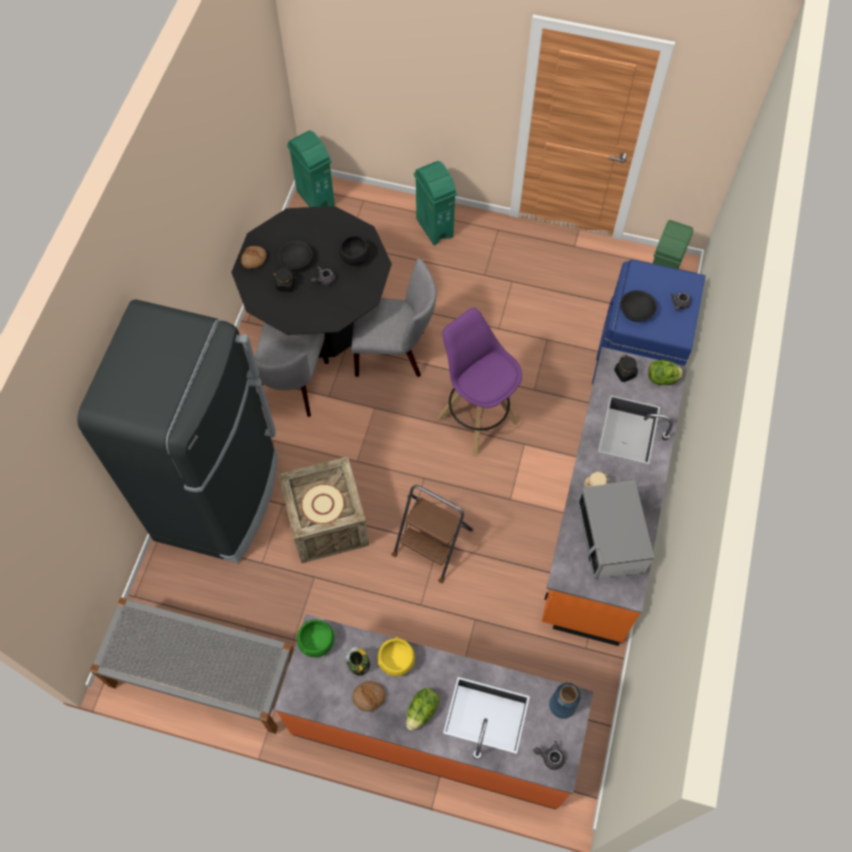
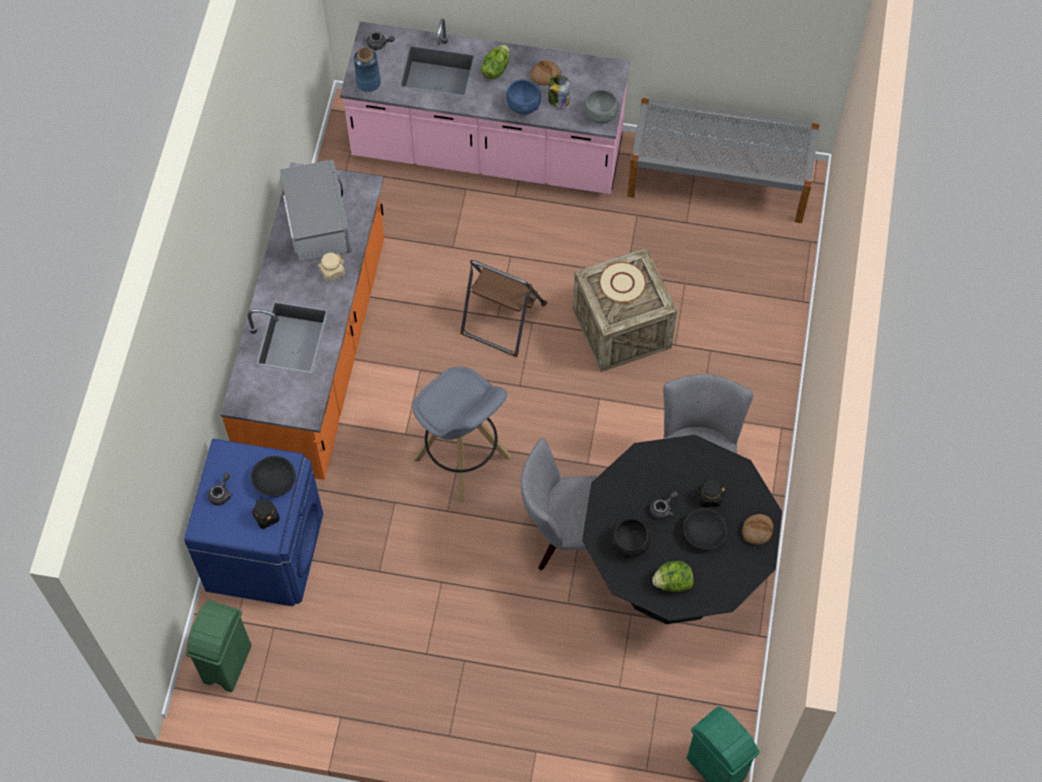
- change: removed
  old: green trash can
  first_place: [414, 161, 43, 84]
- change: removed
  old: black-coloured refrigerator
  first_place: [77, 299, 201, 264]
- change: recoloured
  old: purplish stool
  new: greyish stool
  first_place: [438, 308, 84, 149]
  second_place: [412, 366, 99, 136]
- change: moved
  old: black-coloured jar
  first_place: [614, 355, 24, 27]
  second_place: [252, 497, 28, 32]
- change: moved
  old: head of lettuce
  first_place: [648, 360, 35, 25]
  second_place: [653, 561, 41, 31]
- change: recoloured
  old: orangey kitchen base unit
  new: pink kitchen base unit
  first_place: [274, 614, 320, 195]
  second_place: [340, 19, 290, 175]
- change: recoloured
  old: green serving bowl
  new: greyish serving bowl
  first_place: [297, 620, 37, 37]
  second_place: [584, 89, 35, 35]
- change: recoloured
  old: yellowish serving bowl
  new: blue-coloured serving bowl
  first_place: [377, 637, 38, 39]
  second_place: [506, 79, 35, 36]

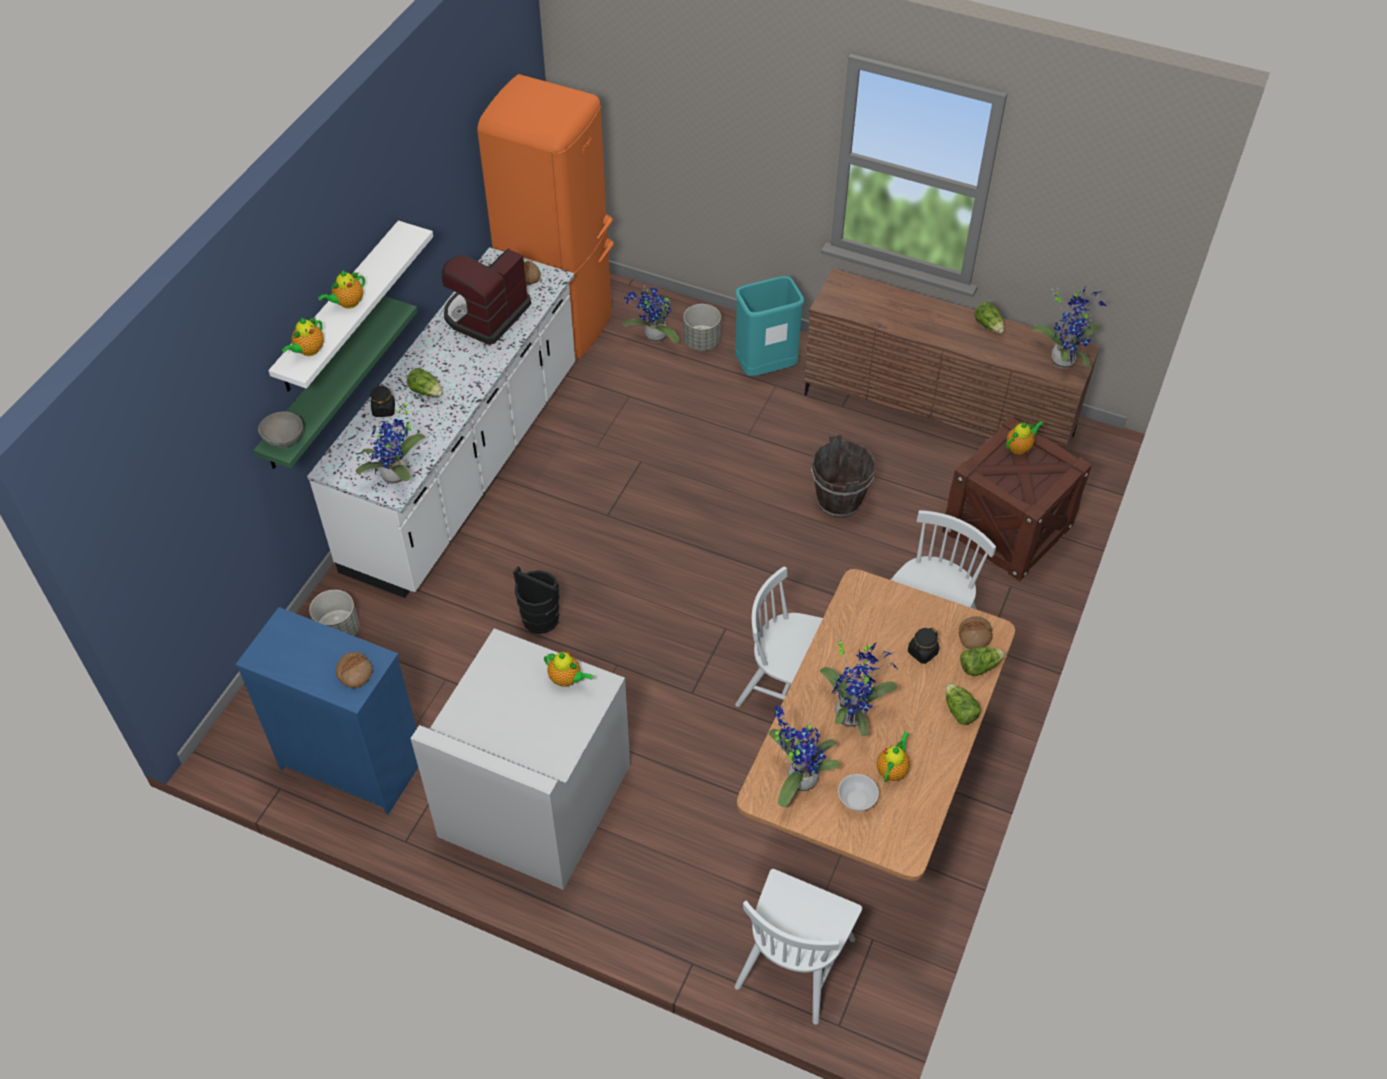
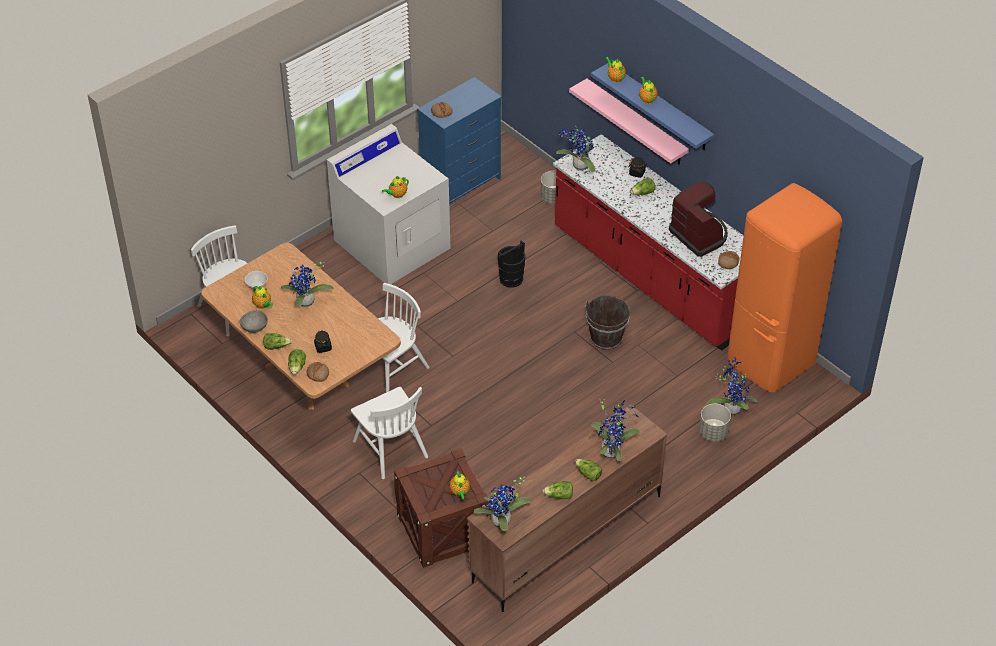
- change: recoloured
  old: white-coloured shelf
  new: blue-coloured shelf
  first_place: [268, 221, 165, 171]
  second_place: [591, 63, 124, 87]
- change: recoloured
  old: white-coloured kitchen base unit
  new: red-coloured kitchen base unit
  first_place: [307, 247, 268, 351]
  second_place: [553, 134, 191, 217]
- change: removed
  old: turquoise-coloured trash can
  first_place: [735, 276, 69, 100]
- change: recoloured
  old: green shelf
  new: pink shelf
  first_place: [254, 296, 164, 173]
  second_place: [569, 79, 120, 86]
- change: moved
  old: greyish serving bowl
  first_place: [258, 411, 45, 36]
  second_place: [240, 310, 28, 23]
- change: moved
  old: brown-coloured pail
  first_place: [811, 434, 65, 84]
  second_place: [585, 295, 46, 55]
- change: moved
  old: potted plant
  first_place: [769, 706, 70, 101]
  second_place: [590, 398, 50, 63]
- change: added
  new: head of lettuce
  second_place: [575, 459, 27, 22]

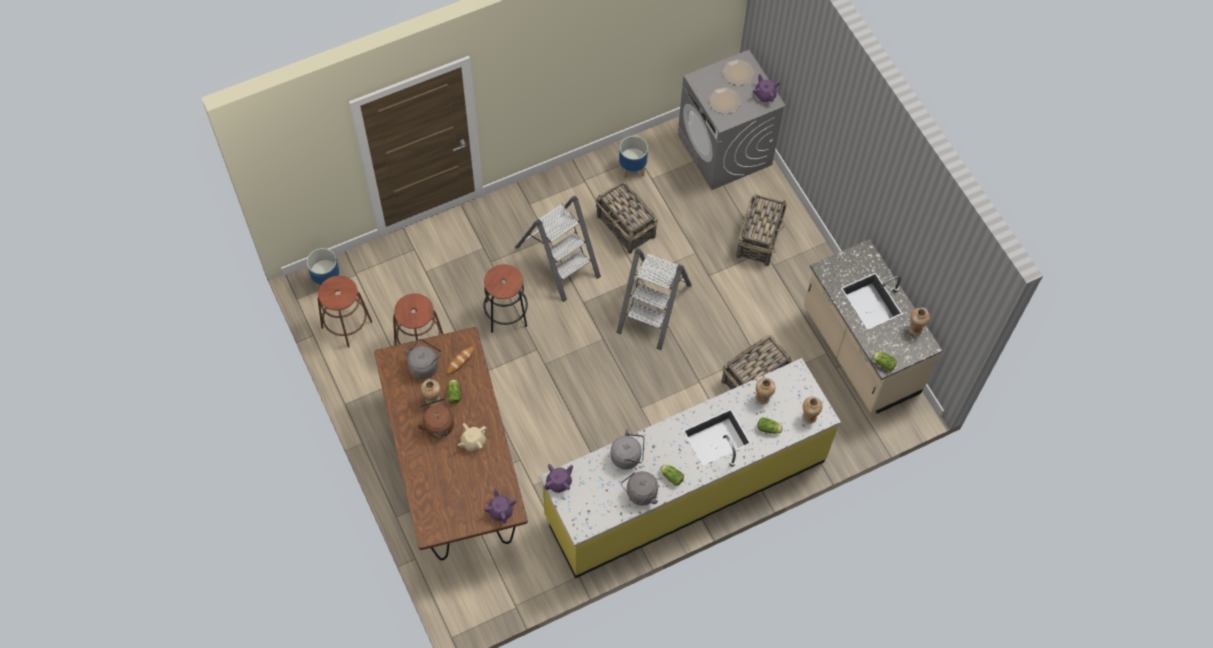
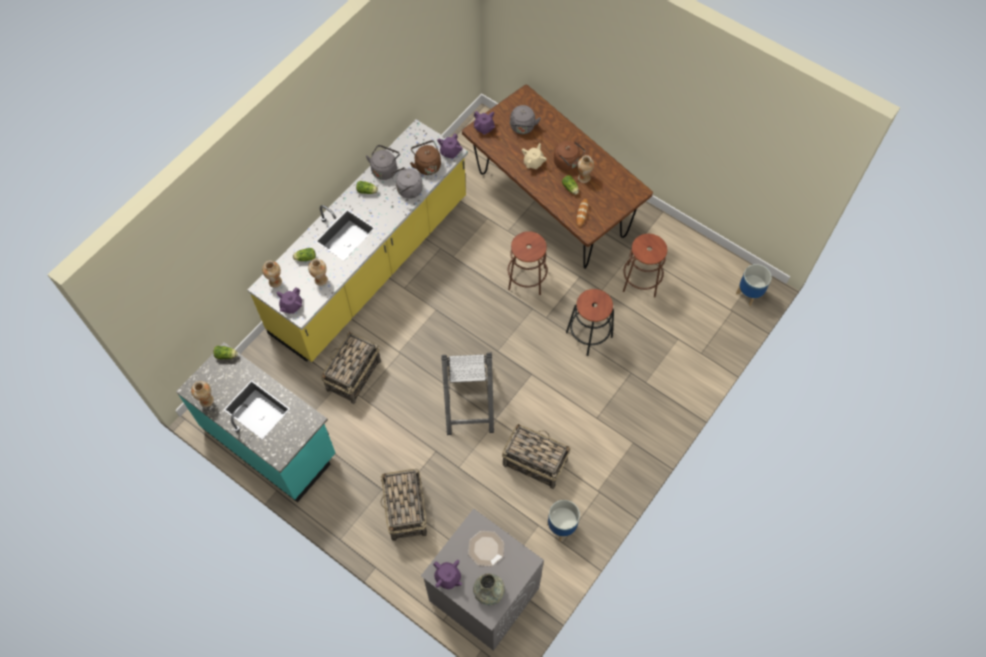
- change: replaced
  old: dinner plate
  new: greyish flower vase
  first_place: [722, 59, 33, 27]
  second_place: [473, 573, 32, 32]
- change: removed
  old: greyish stepladder
  first_place: [515, 196, 86, 106]
- change: recoloured
  old: sand-coloured kitchen base unit
  new: turquoise-coloured kitchen base unit
  first_place: [804, 239, 139, 175]
  second_place: [176, 342, 159, 161]
- change: moved
  old: brown-coloured stool
  first_place: [318, 276, 54, 71]
  second_place: [508, 231, 40, 64]
- change: moved
  old: greyish tea kettle
  first_place: [404, 339, 38, 40]
  second_place: [510, 105, 31, 29]
- change: added
  new: brown-coloured tea kettle
  second_place: [410, 140, 31, 35]
- change: added
  new: purplish tea pot
  second_place: [277, 287, 25, 27]

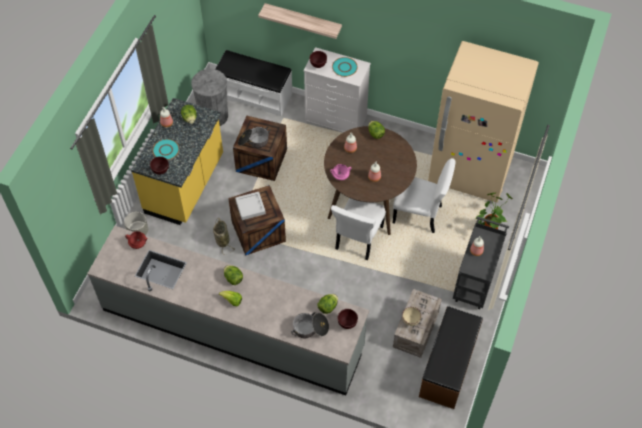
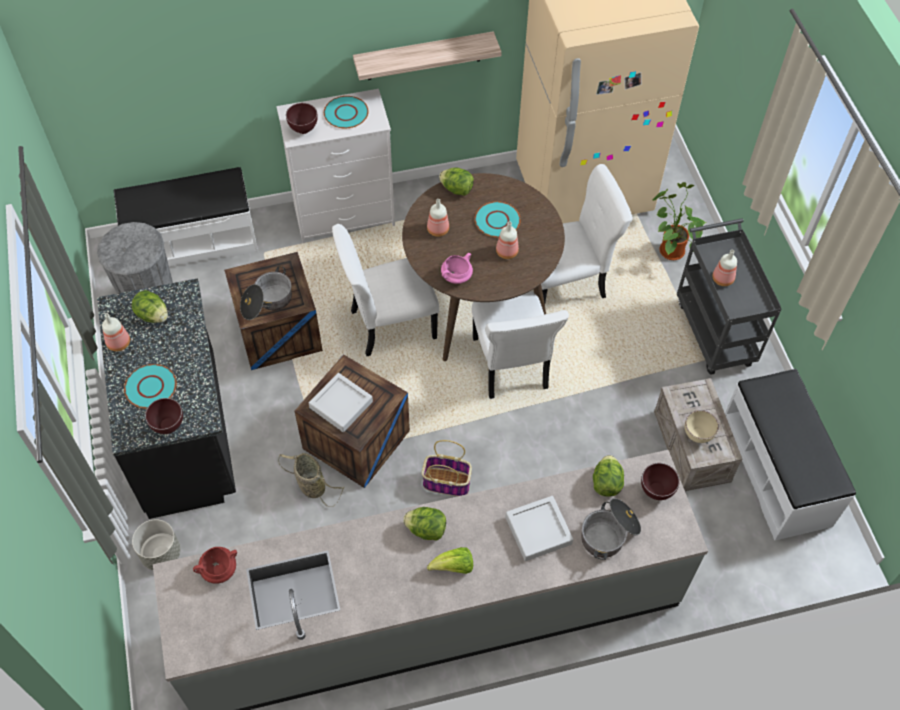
- change: moved
  old: shelf
  first_place: [258, 3, 84, 36]
  second_place: [353, 31, 149, 49]
- change: recoloured
  old: yellowish kitchen base unit
  new: black-coloured kitchen base unit
  first_place: [131, 98, 92, 127]
  second_place: [97, 278, 139, 241]
- change: recoloured
  old: brown-coloured long seat
  new: white-coloured long seat
  first_place: [419, 306, 64, 103]
  second_place: [725, 369, 131, 172]
- change: added
  new: turquoise-coloured dinner plate
  second_place: [475, 201, 46, 36]
- change: added
  new: white-coloured upright chair
  second_place: [332, 224, 107, 132]
- change: added
  new: household basket
  second_place: [421, 440, 51, 56]
- change: added
  new: greyish tray
  second_place: [505, 496, 68, 65]

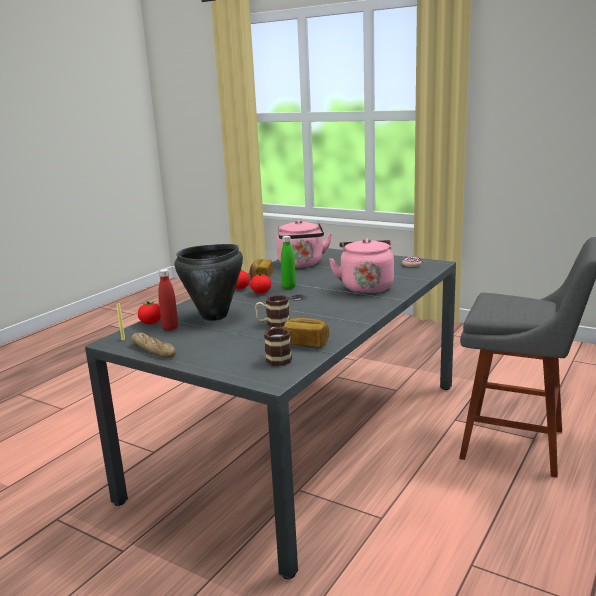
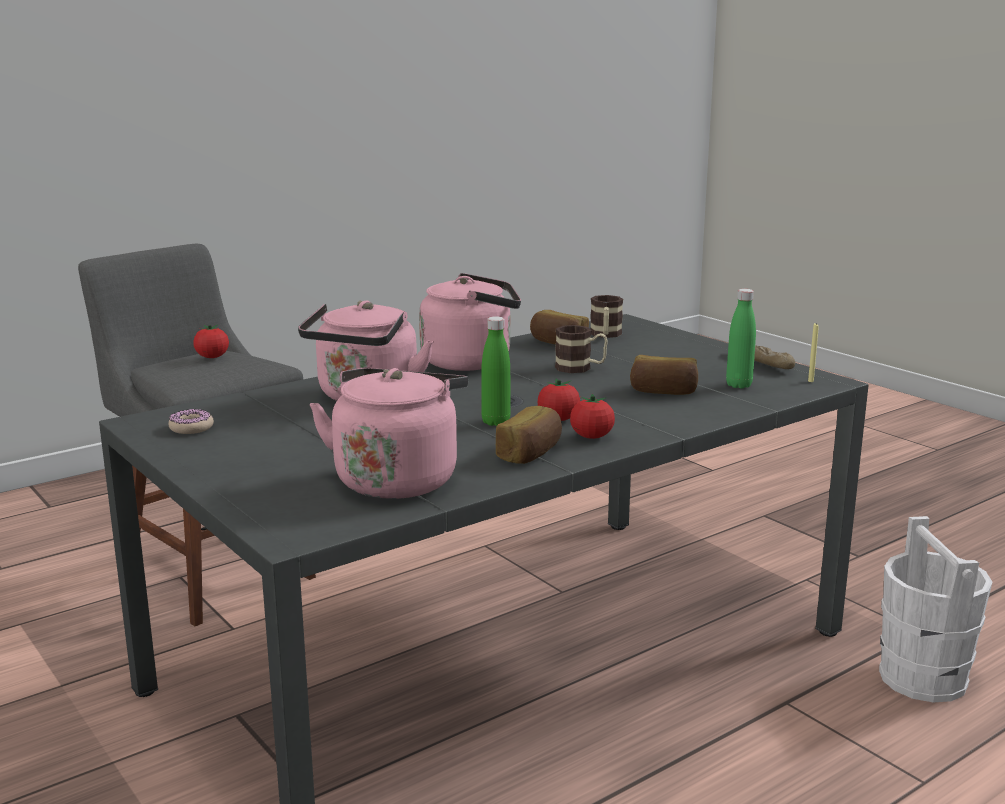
- change: replaced
  old: black-coloured stockpot
  new: bread
  first_place: [175, 244, 68, 77]
  second_place: [630, 355, 68, 40]
- change: recoloured
  old: red-coloured drink bottle
  new: green drink bottle
  first_place: [158, 269, 20, 62]
  second_place: [726, 289, 30, 99]
- change: moved
  old: fresh tomato
  first_place: [138, 301, 23, 23]
  second_place: [193, 325, 36, 33]
- change: added
  new: pink tea kettle
  second_place: [419, 273, 102, 98]
- change: added
  new: white-coloured pail
  second_place: [879, 516, 113, 186]

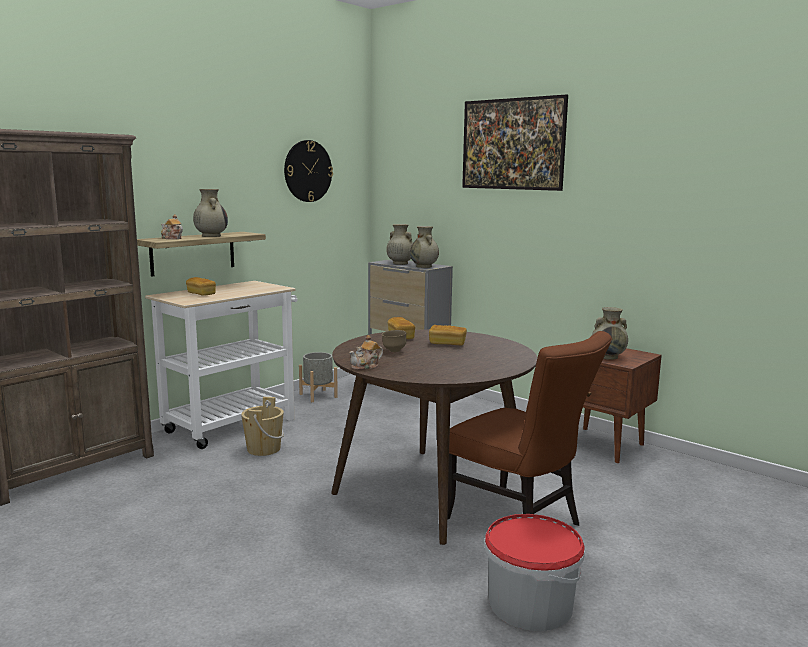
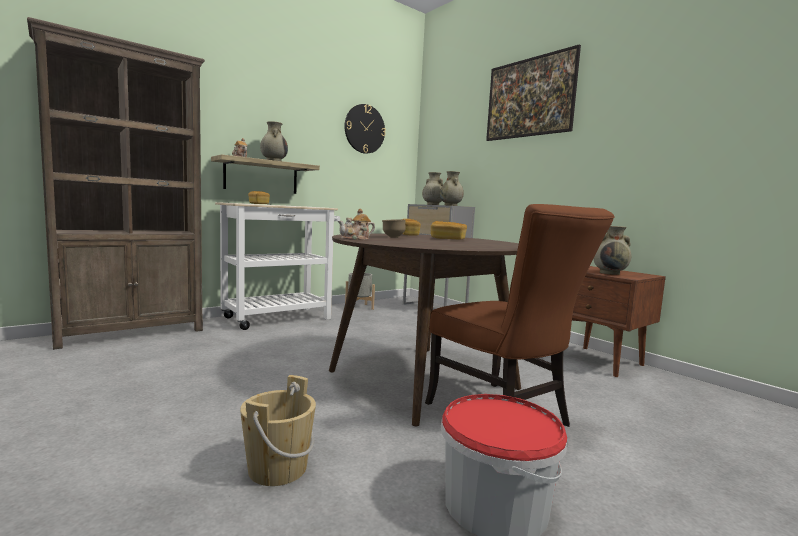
- change: moved
  old: sand-coloured pail
  first_place: [241, 397, 43, 59]
  second_place: [240, 375, 76, 111]

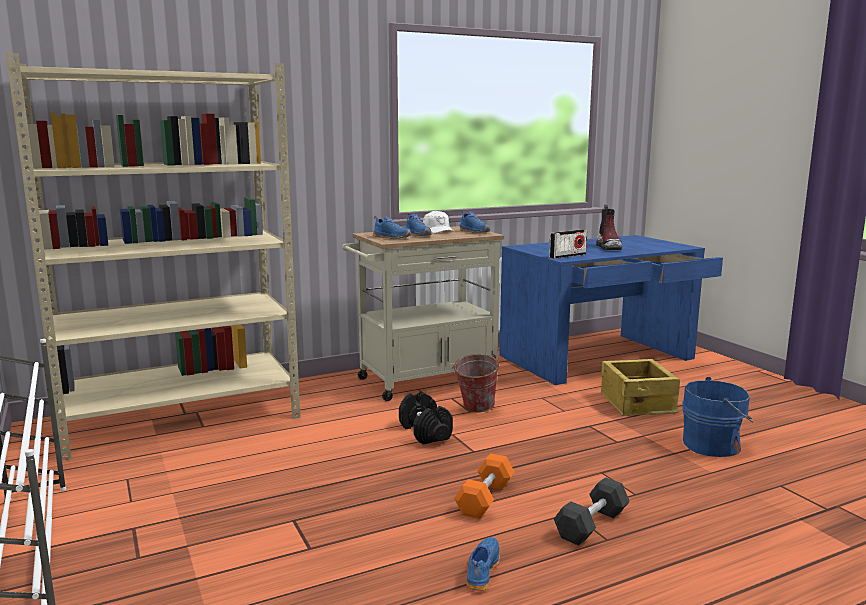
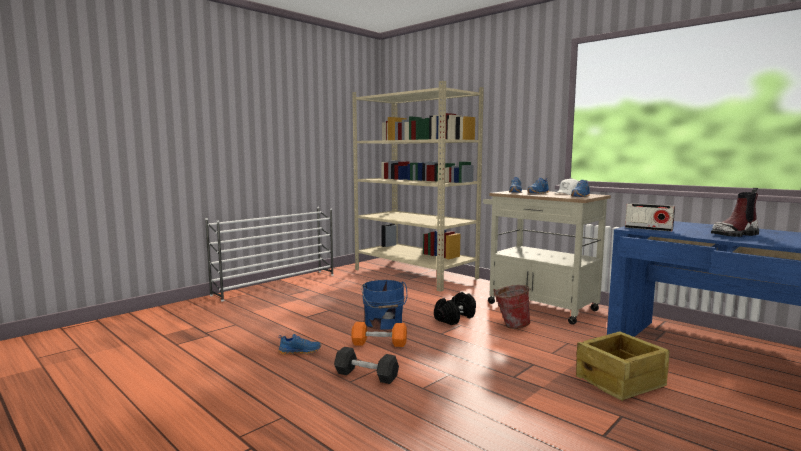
- change: moved
  old: blue-coloured pail
  first_place: [682, 377, 71, 80]
  second_place: [361, 280, 46, 50]

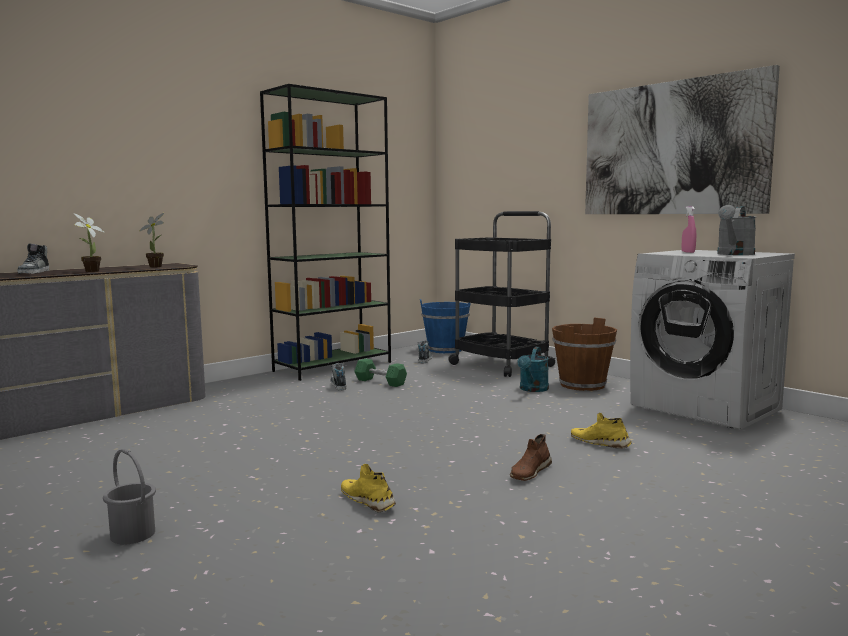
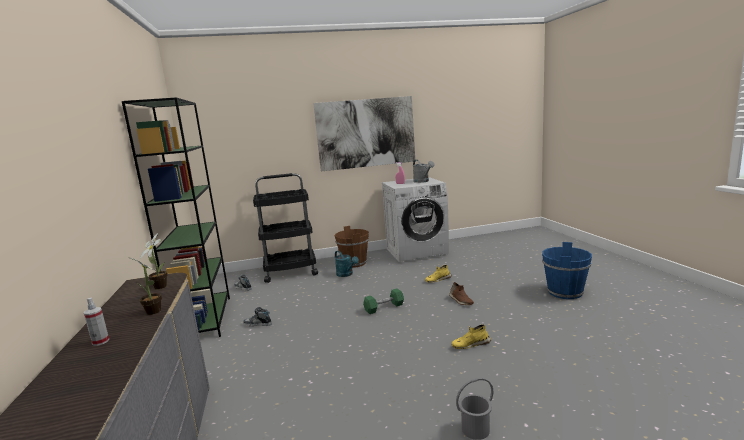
- change: replaced
  old: low shoe
  new: sprayer
  first_place: [17, 243, 32, 31]
  second_place: [84, 297, 25, 49]
- change: moved
  old: blue-coloured pail
  first_place: [420, 299, 51, 54]
  second_place: [542, 242, 50, 57]
- change: moved
  old: green hand weight
  first_place: [354, 358, 53, 29]
  second_place: [363, 288, 41, 26]

